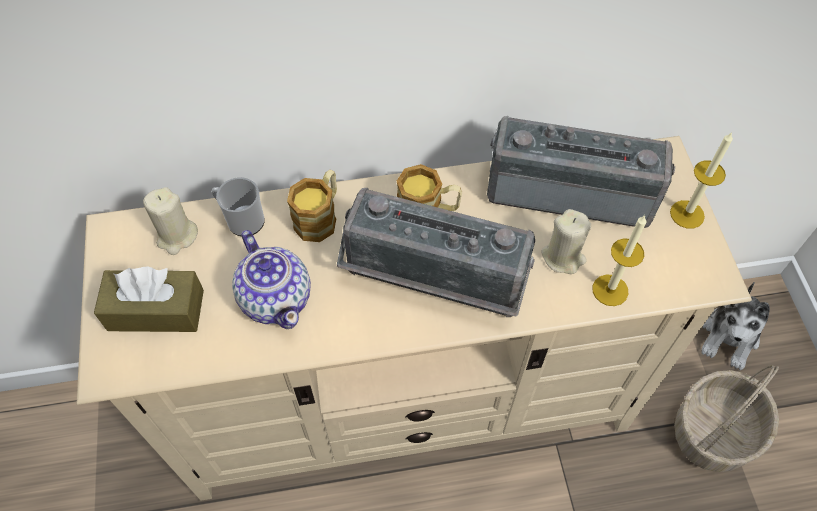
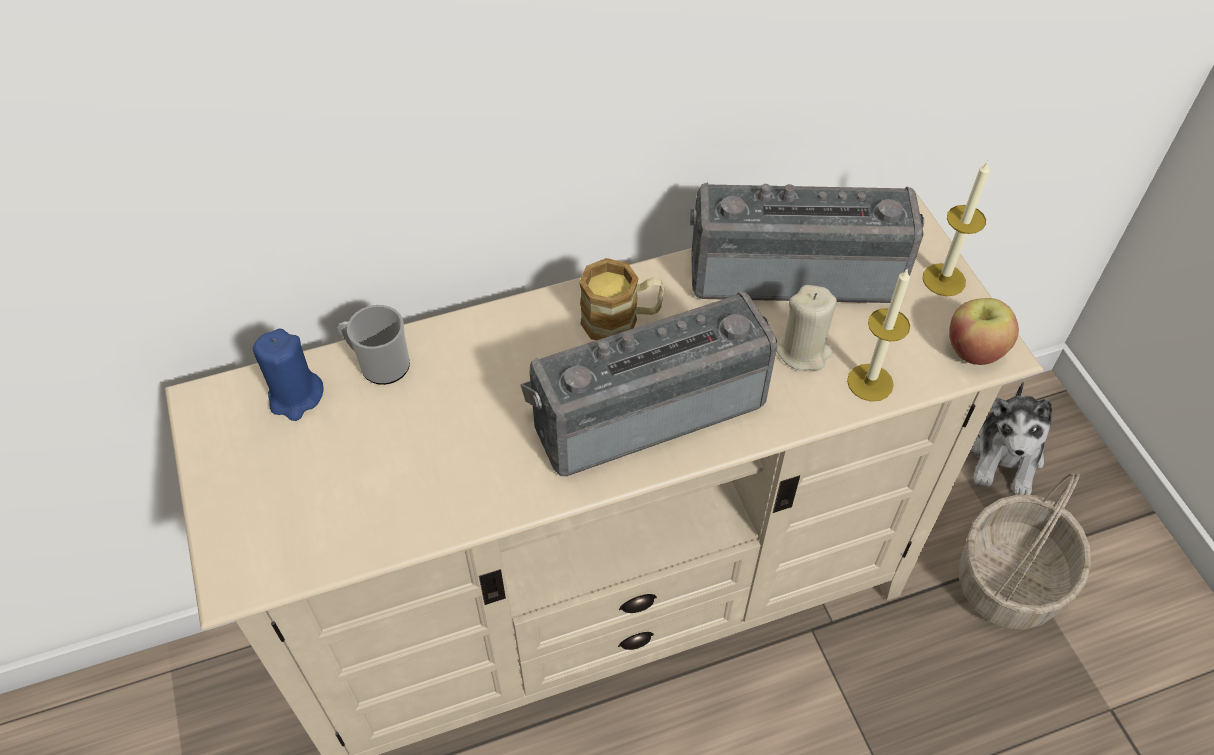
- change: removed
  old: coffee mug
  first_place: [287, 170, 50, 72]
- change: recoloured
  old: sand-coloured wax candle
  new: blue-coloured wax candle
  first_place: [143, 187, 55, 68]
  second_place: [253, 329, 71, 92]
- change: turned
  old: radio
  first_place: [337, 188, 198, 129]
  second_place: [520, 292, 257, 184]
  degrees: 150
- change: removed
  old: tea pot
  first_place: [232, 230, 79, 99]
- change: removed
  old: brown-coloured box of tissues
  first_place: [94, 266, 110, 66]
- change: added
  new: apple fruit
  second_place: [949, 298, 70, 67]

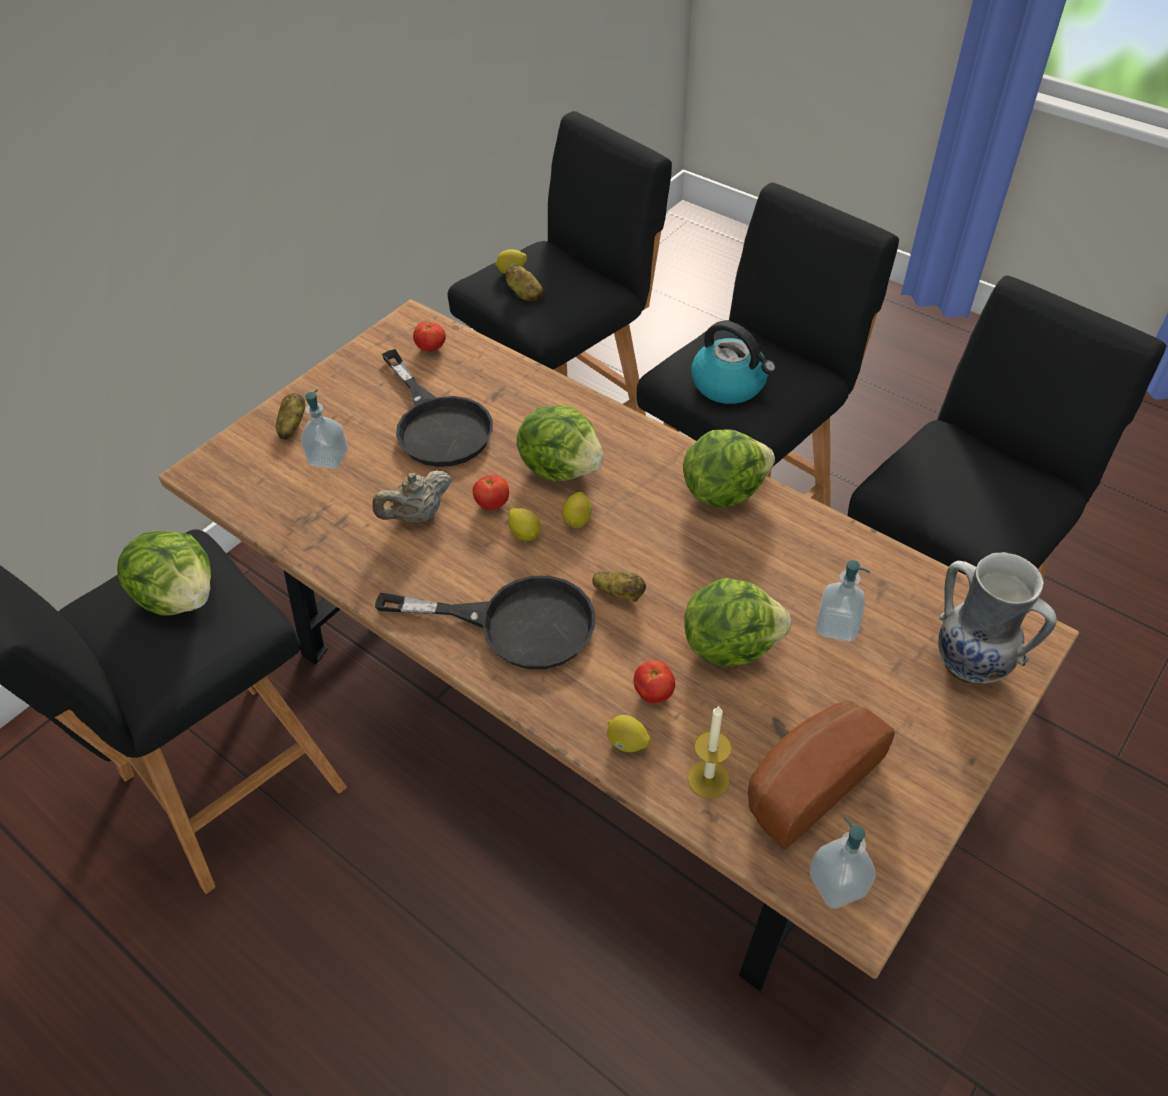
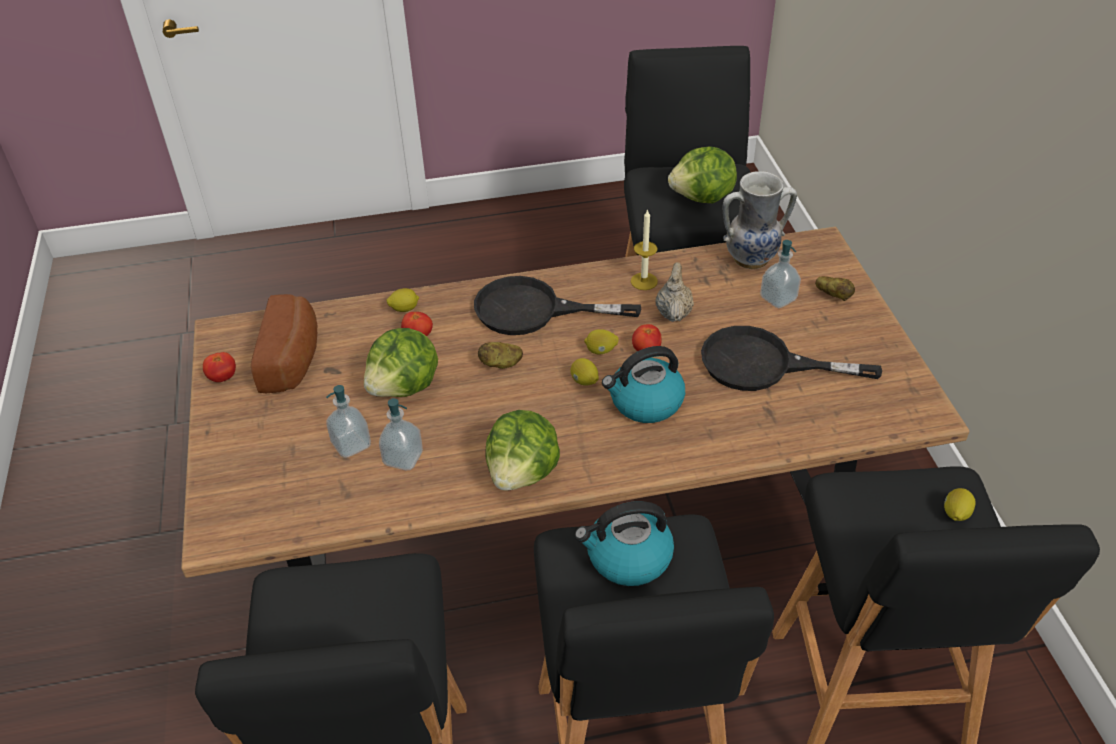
- change: removed
  old: spud
  first_place: [505, 265, 39, 36]
- change: moved
  old: fresh tomato
  first_place: [413, 322, 33, 30]
  second_place: [203, 352, 33, 30]
- change: replaced
  old: head of lettuce
  new: tea kettle
  first_place: [517, 405, 87, 77]
  second_place: [602, 346, 83, 77]
- change: moved
  old: flower vase
  first_place: [938, 552, 119, 133]
  second_place: [723, 171, 74, 98]
- change: turned
  old: black-coloured pan
  first_place: [375, 576, 220, 93]
  second_place: [474, 276, 167, 59]
  degrees: 45
- change: moved
  old: wax candle
  first_place: [687, 705, 45, 94]
  second_place: [631, 209, 27, 81]
- change: moved
  old: soap dispenser
  first_place: [810, 817, 66, 91]
  second_place: [379, 398, 44, 73]

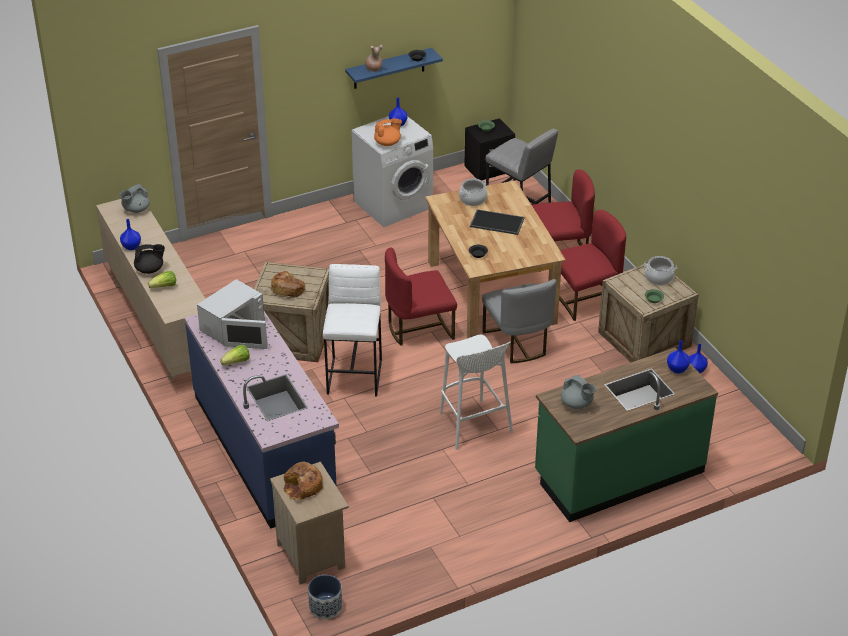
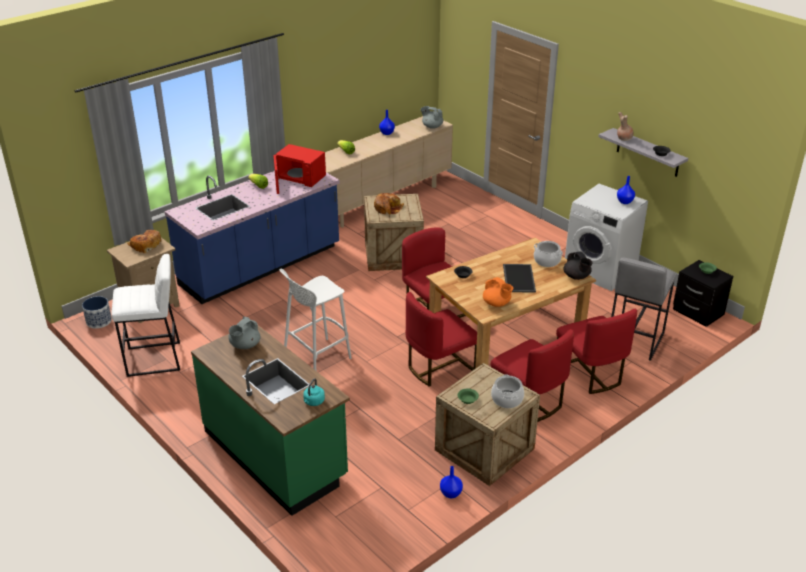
- change: recoloured
  old: blue-coloured shelf
  new: greyish shelf
  first_place: [345, 48, 98, 41]
  second_place: [598, 128, 90, 49]
- change: moved
  old: orangey tea pot
  first_place: [374, 118, 28, 28]
  second_place: [483, 277, 30, 30]
- change: moved
  old: black-coloured tea pot
  first_place: [134, 244, 31, 30]
  second_place: [563, 252, 30, 28]
- change: moved
  old: white-coloured stool
  first_place: [323, 264, 59, 133]
  second_place: [112, 254, 68, 123]
- change: recoloured
  old: white-coloured kitchen microwave
  new: red-coloured kitchen microwave
  first_place: [197, 279, 71, 70]
  second_place: [273, 144, 53, 50]
- change: recoloured
  old: greyish upright chair
  new: red-coloured upright chair
  first_place: [482, 279, 74, 84]
  second_place: [405, 292, 72, 95]
- change: replaced
  old: blue-coloured flower vase
  new: turquoise-coloured tea kettle
  first_place: [667, 340, 23, 34]
  second_place: [303, 378, 22, 28]

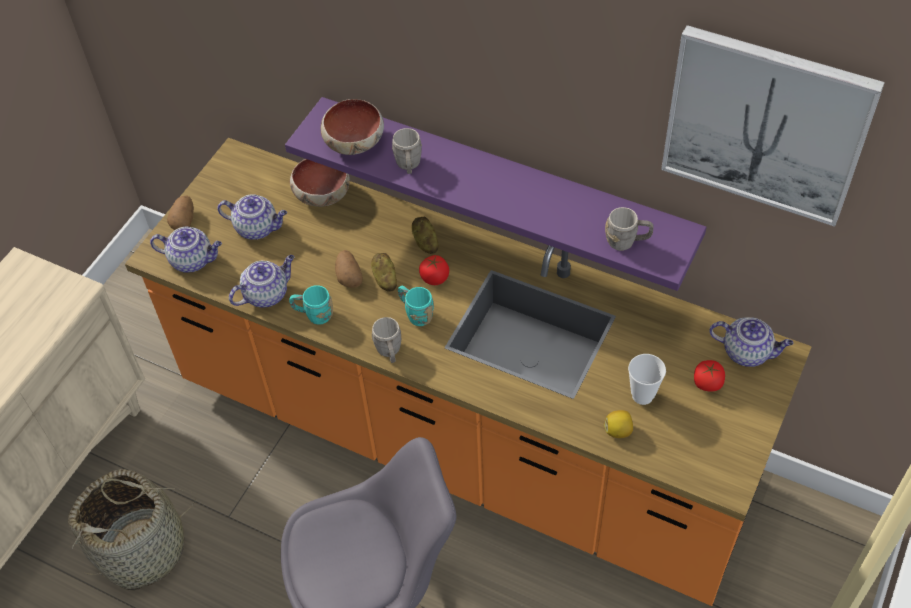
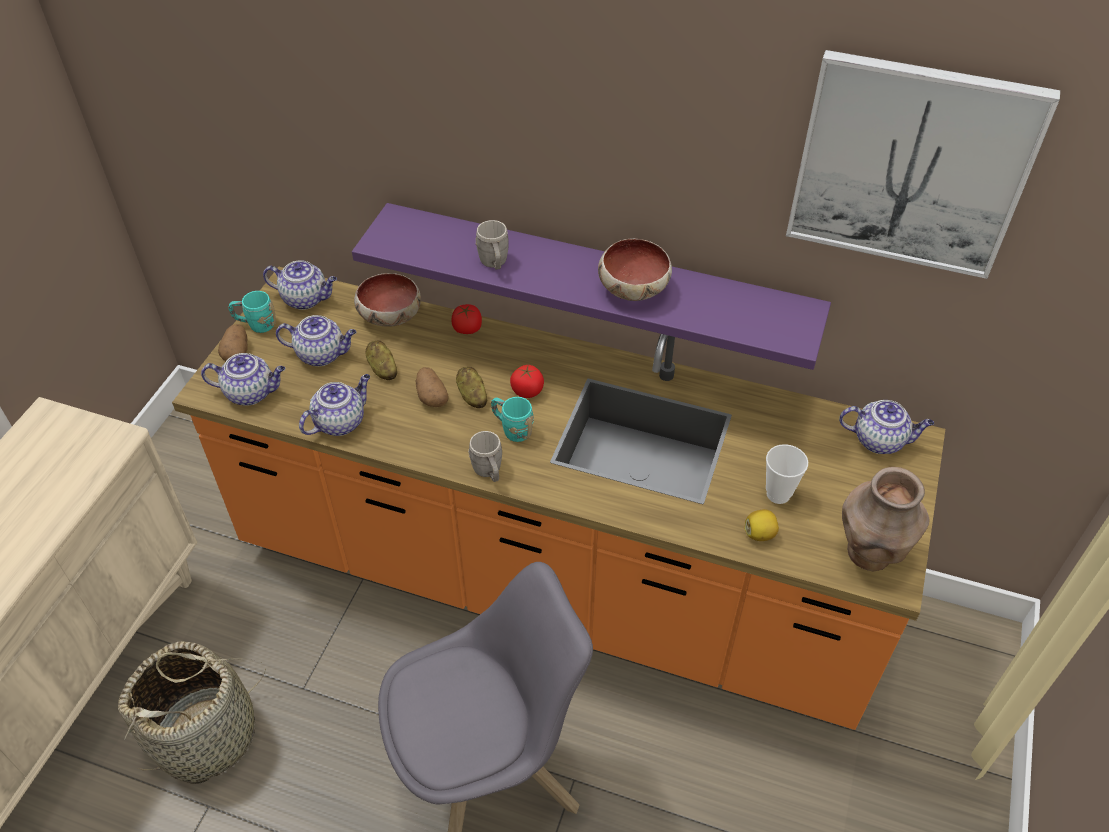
- change: moved
  old: serving bowl
  first_place: [321, 99, 63, 56]
  second_place: [598, 239, 74, 62]
- change: removed
  old: greyish coffee mug
  first_place: [605, 207, 49, 44]
- change: moved
  old: spud
  first_place: [411, 217, 28, 37]
  second_place: [365, 340, 32, 40]
- change: moved
  old: turquoise-coloured coffee mug
  first_place: [289, 285, 44, 40]
  second_place: [228, 291, 48, 42]
- change: moved
  old: fresh tomato
  first_place: [694, 360, 31, 32]
  second_place: [451, 304, 31, 30]
- change: added
  new: tea pot
  second_place: [263, 260, 74, 50]
- change: added
  new: brown-coloured flower vase
  second_place: [842, 467, 87, 104]

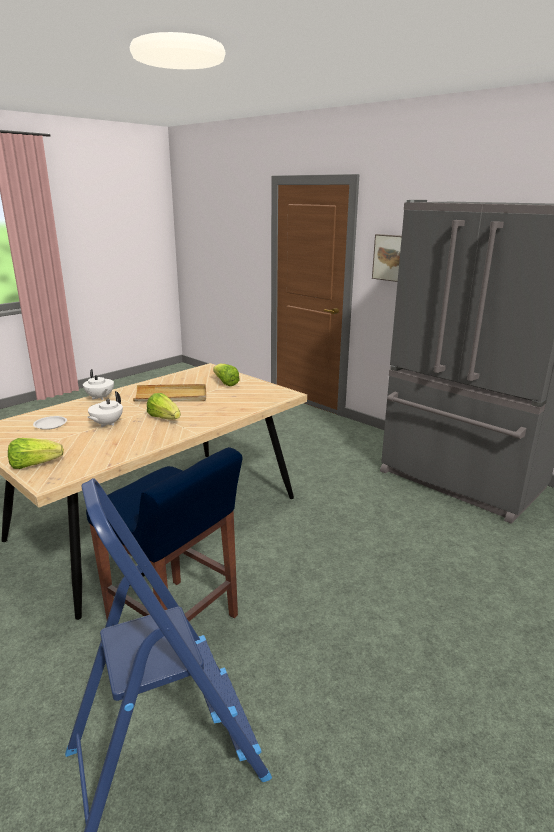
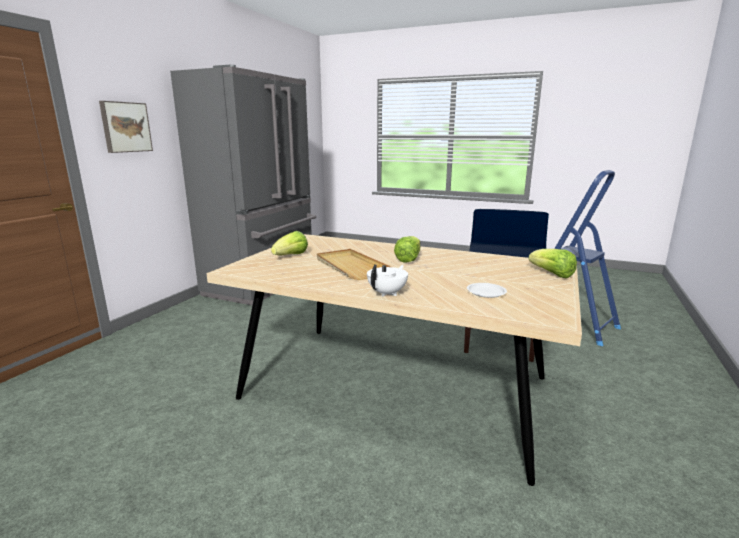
- change: removed
  old: white-coloured tea pot
  first_place: [87, 391, 36, 36]

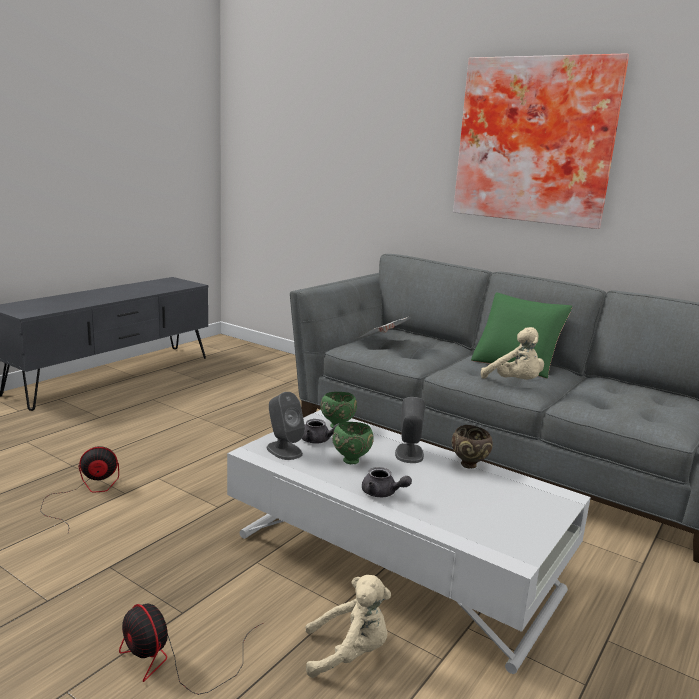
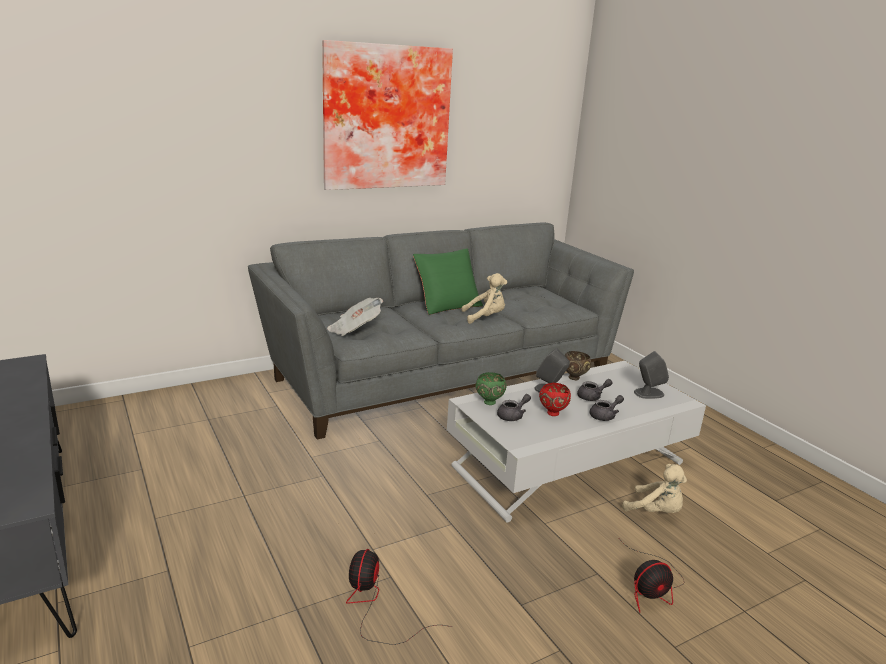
- change: moved
  old: greyish loudspeaker
  first_place: [266, 392, 39, 68]
  second_place: [634, 351, 35, 48]
- change: recoloured
  old: green serving bowl
  new: red-coloured serving bowl
  first_place: [332, 422, 42, 42]
  second_place: [539, 383, 32, 33]
- change: turned
  old: sand-coloured cuddly toy
  first_place: [305, 575, 86, 103]
  second_place: [622, 464, 65, 49]
  degrees: 105
- change: added
  new: greyish tea pot
  second_place: [577, 379, 36, 22]

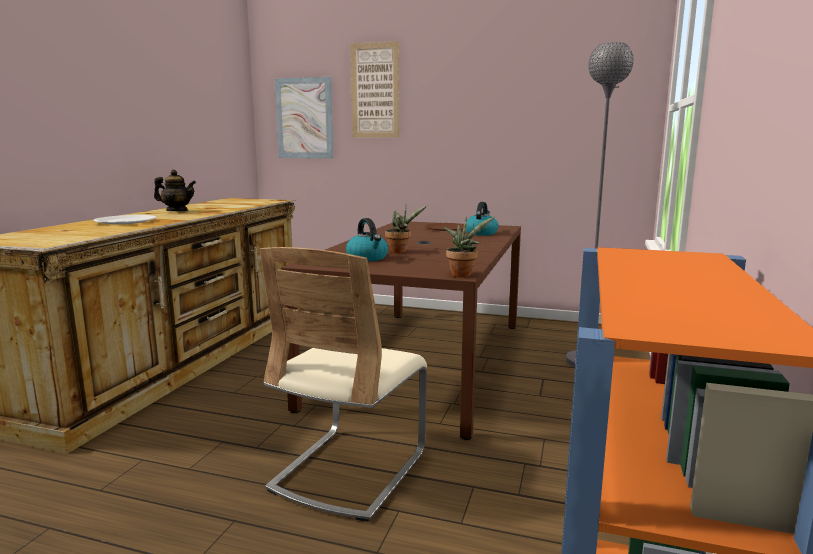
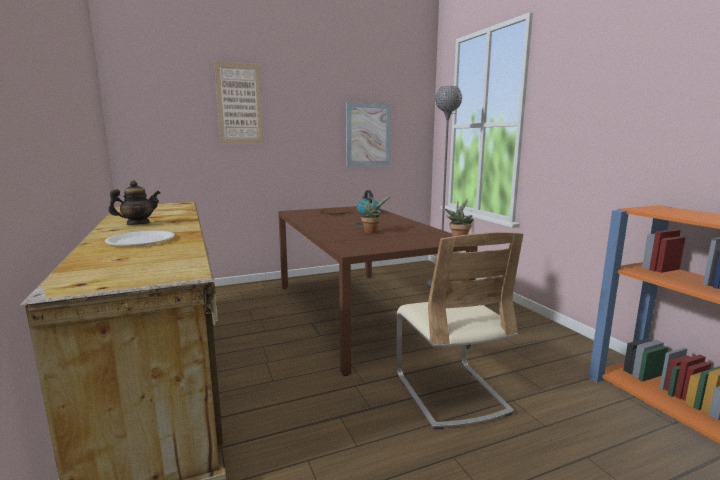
- change: moved
  old: wall art
  first_place: [275, 77, 59, 81]
  second_place: [346, 102, 45, 64]
- change: removed
  old: tea kettle
  first_place: [346, 218, 42, 43]

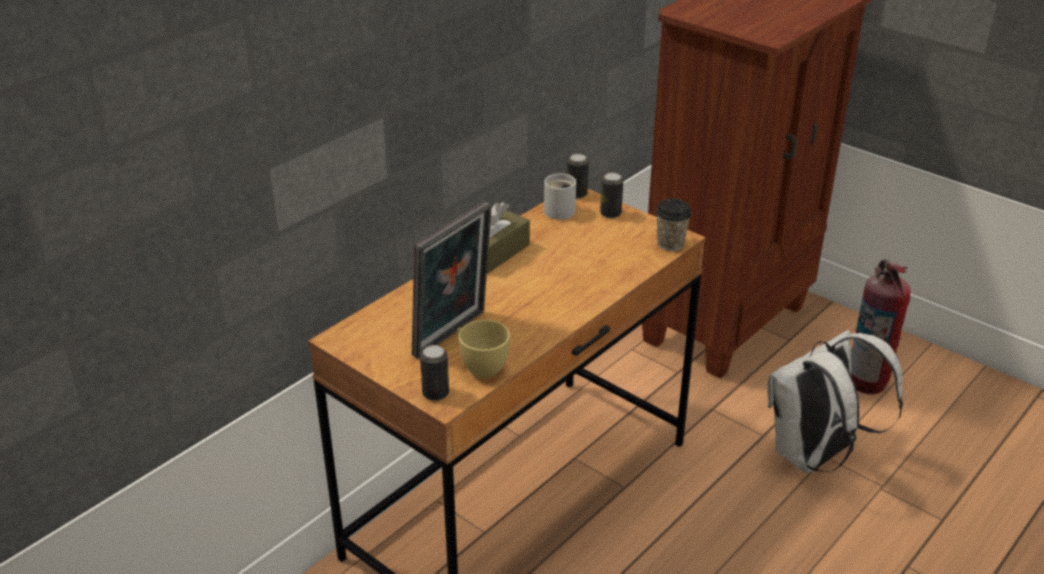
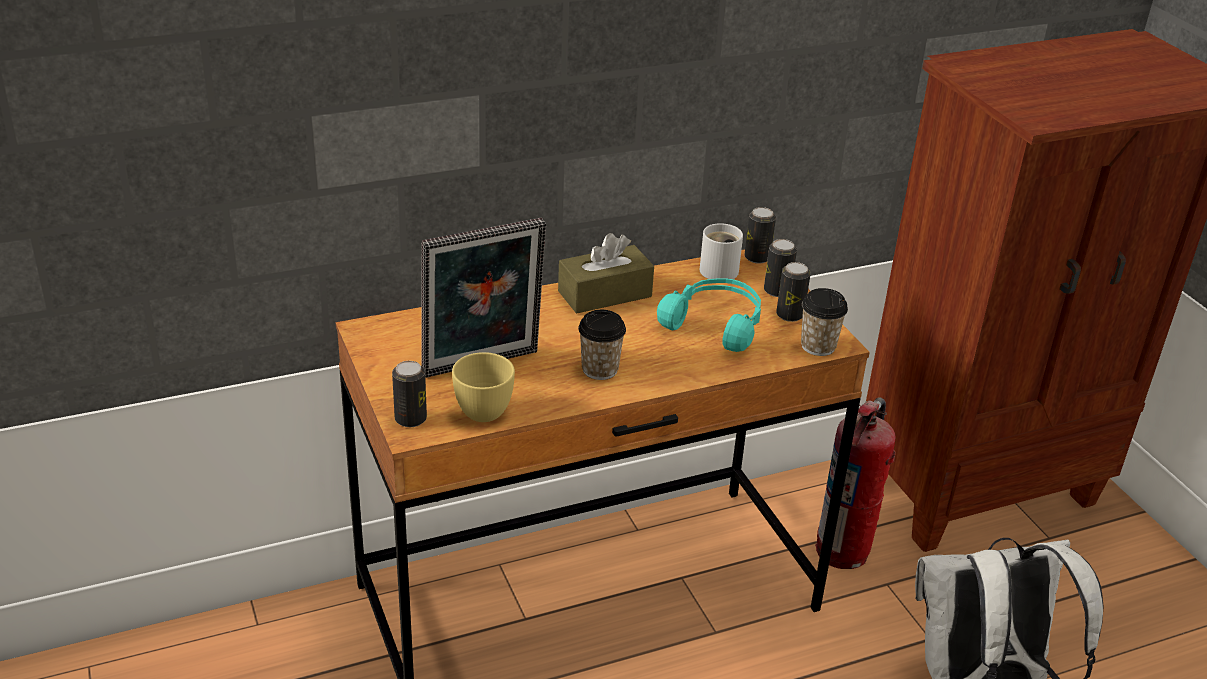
- change: moved
  old: fire extinguisher
  first_place: [851, 259, 60, 135]
  second_place: [815, 398, 81, 171]
- change: added
  new: can
  second_place: [776, 262, 35, 60]
- change: added
  new: turquoise-coloured headphones
  second_place: [657, 278, 104, 74]
- change: added
  new: drinking cup
  second_place: [578, 310, 48, 70]

